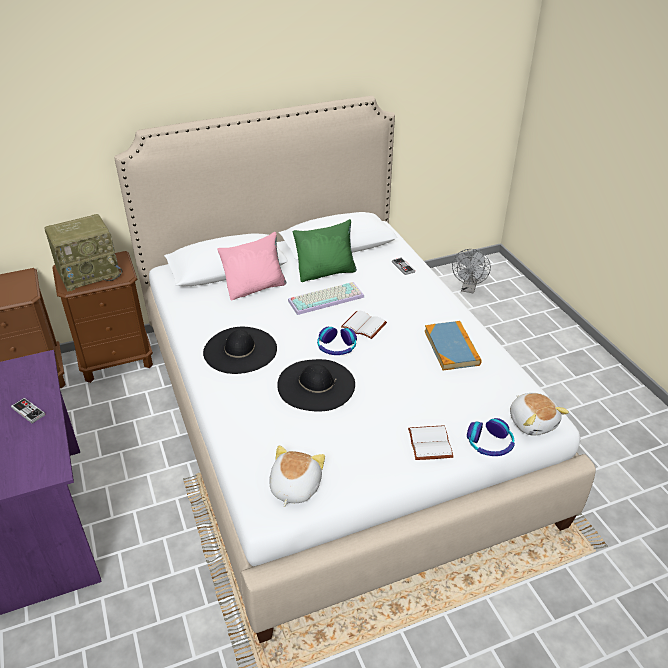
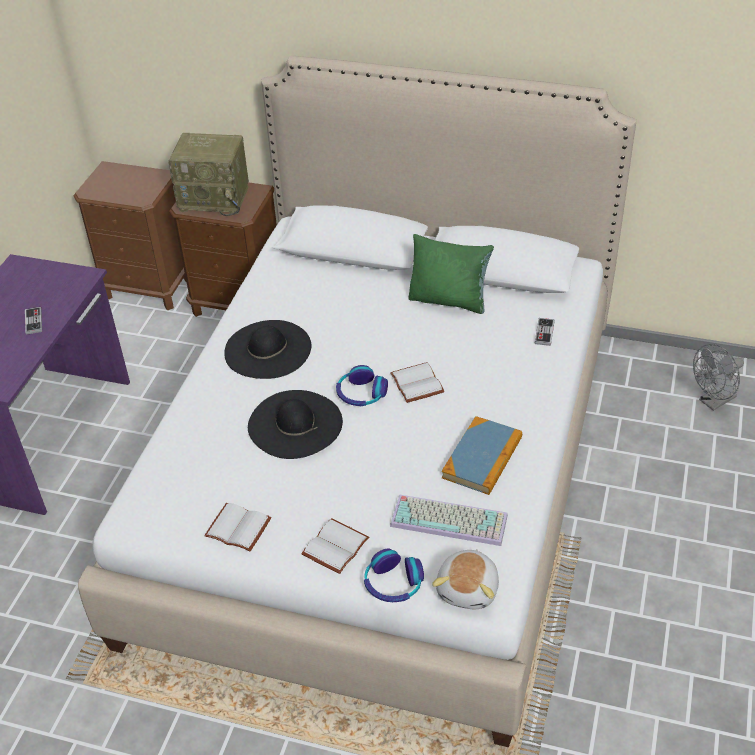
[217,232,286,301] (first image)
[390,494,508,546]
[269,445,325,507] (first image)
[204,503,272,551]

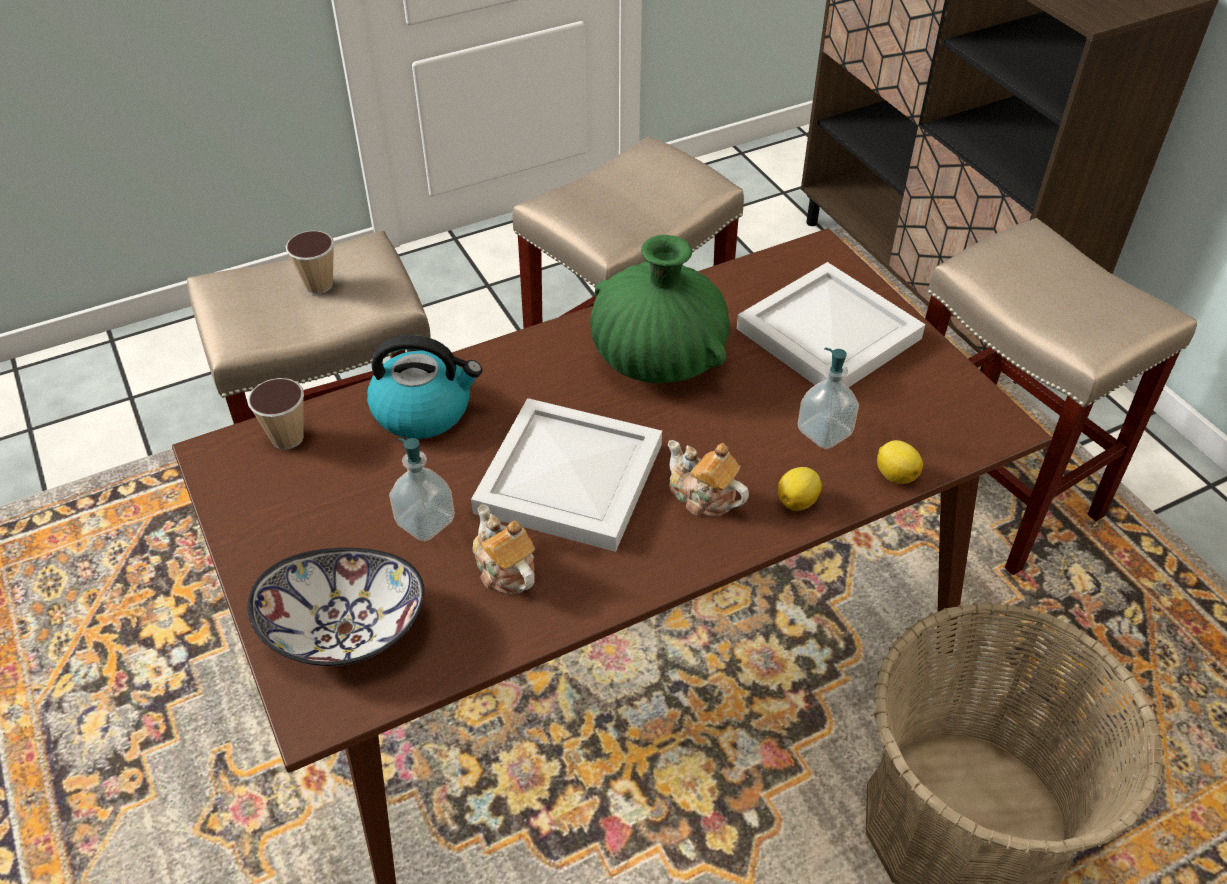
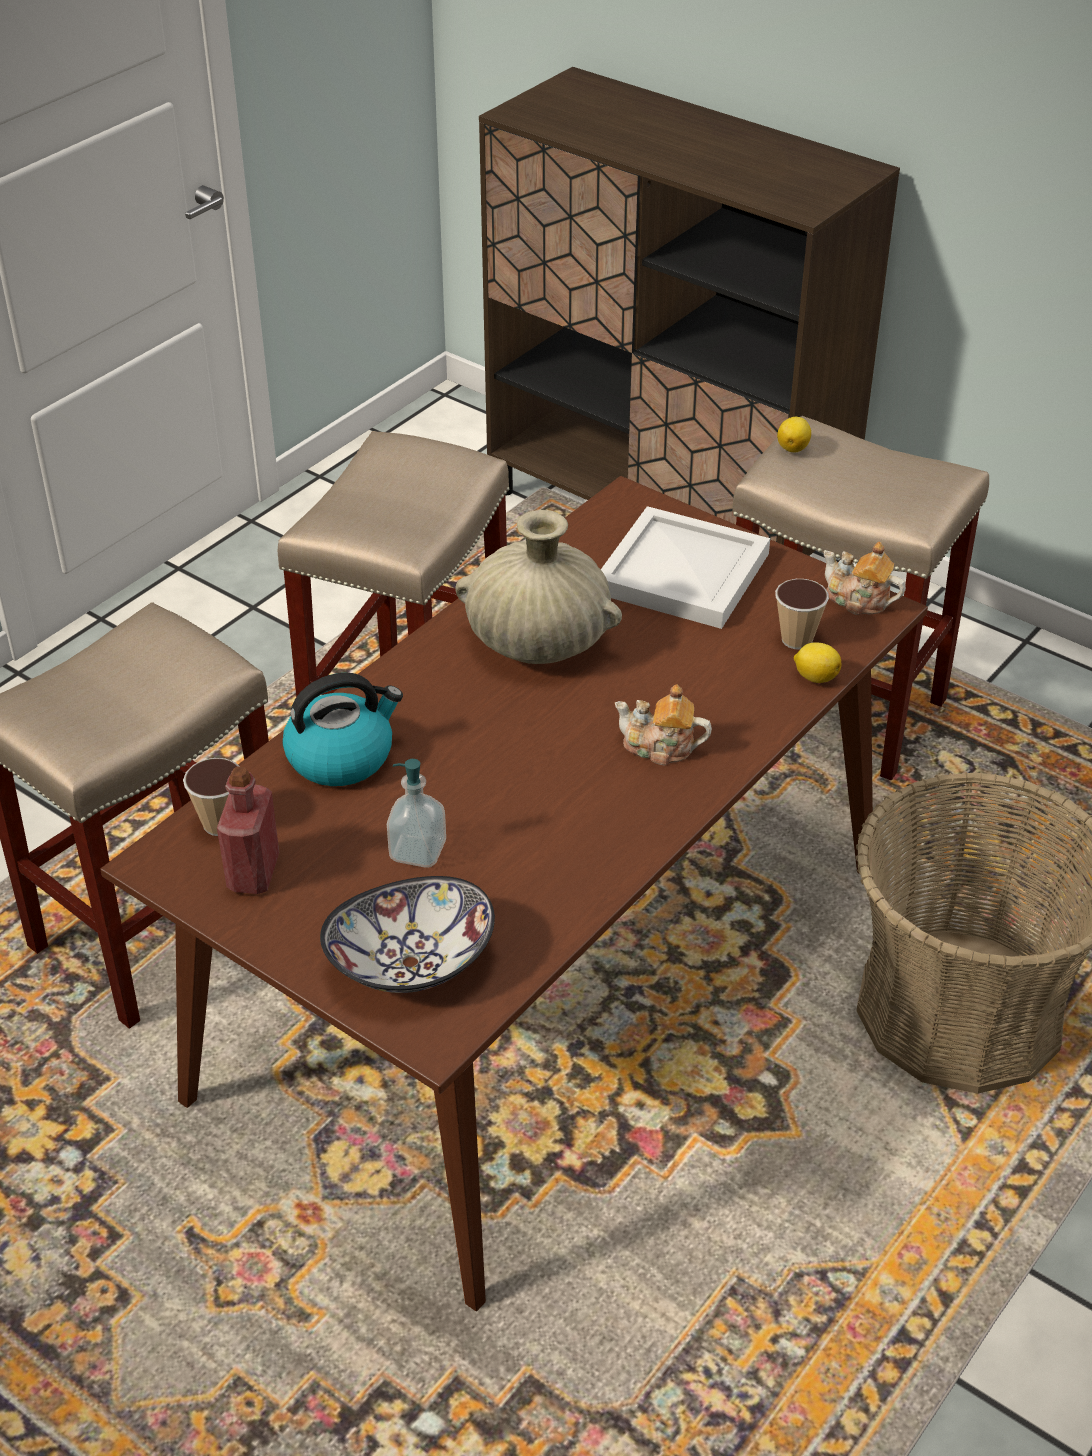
[775,579,829,649]
[455,510,622,664]
[798,347,859,449] (first image)
[471,398,662,552] (first image)
[777,417,811,452]
[824,542,906,615]
[217,767,279,894]

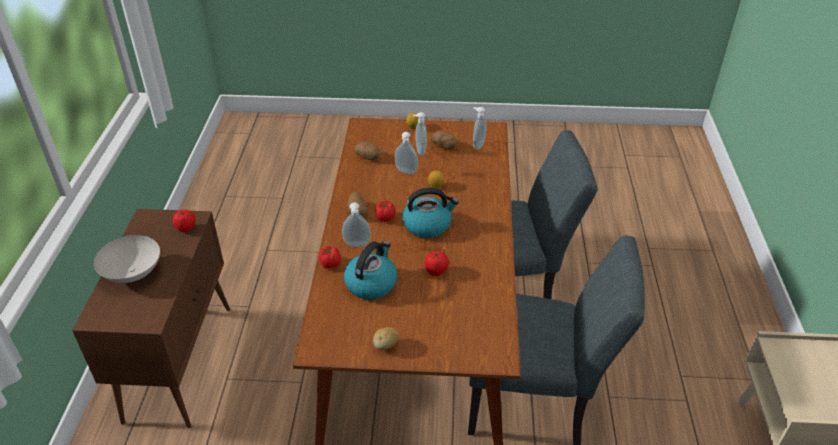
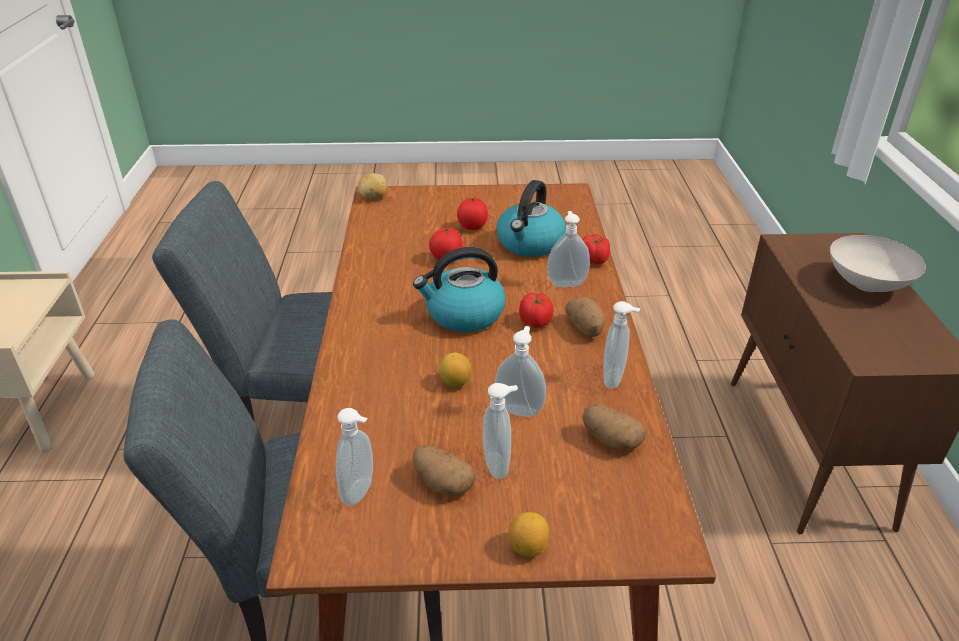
[457,197,488,230]
[358,173,387,199]
[603,301,640,389]

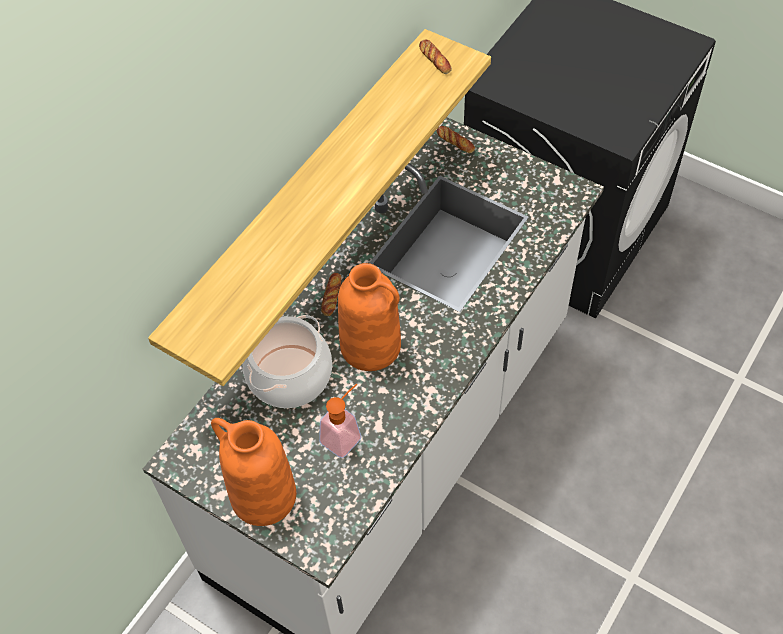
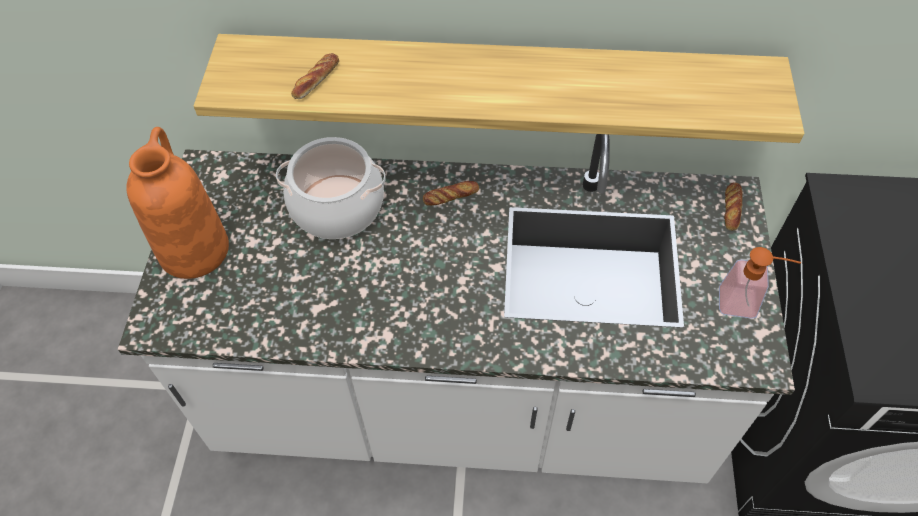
[291,53,339,99]
[338,263,401,371] (first image)
[719,247,802,319]

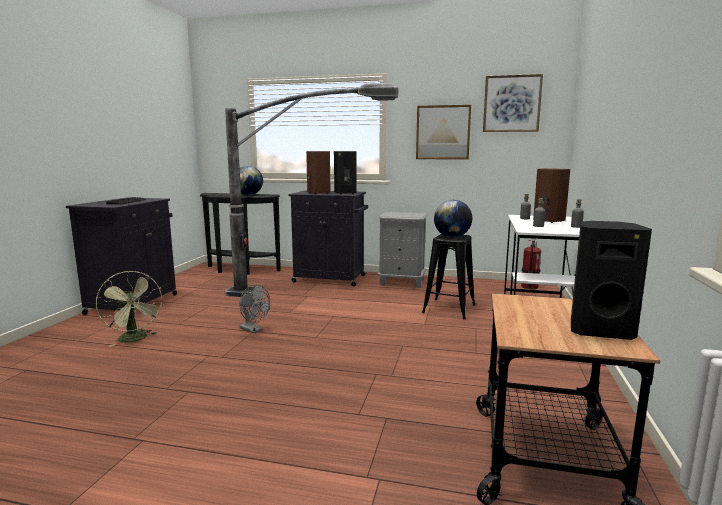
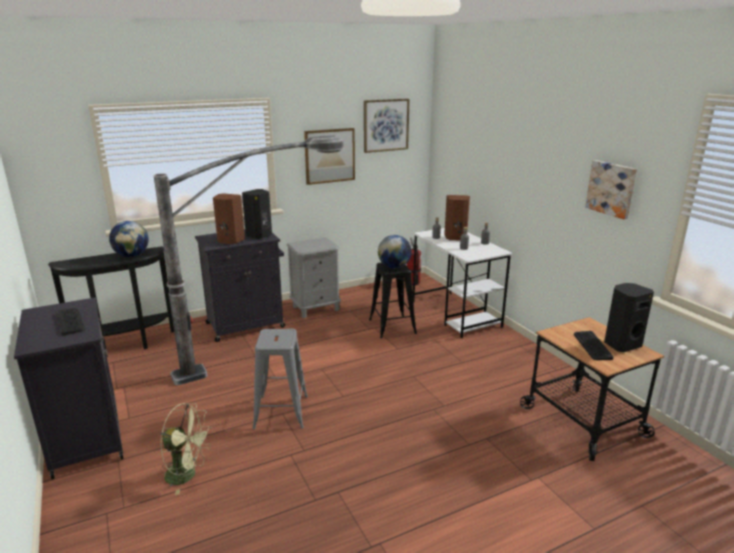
[252,329,308,429]
[585,160,637,219]
[574,331,614,360]

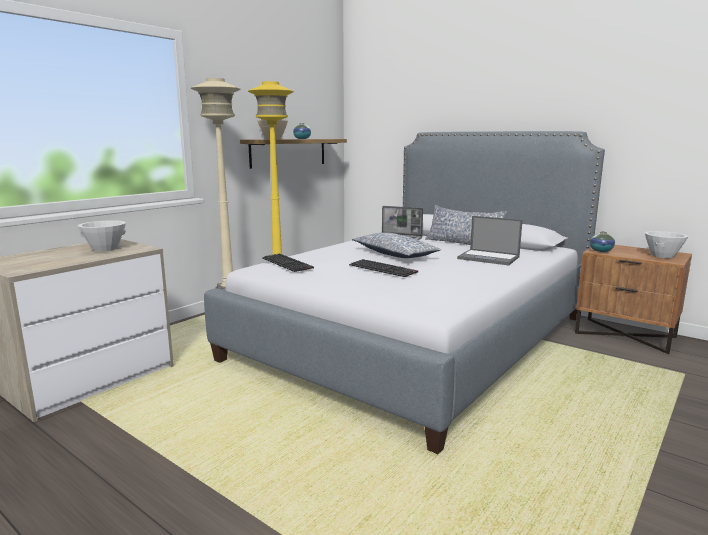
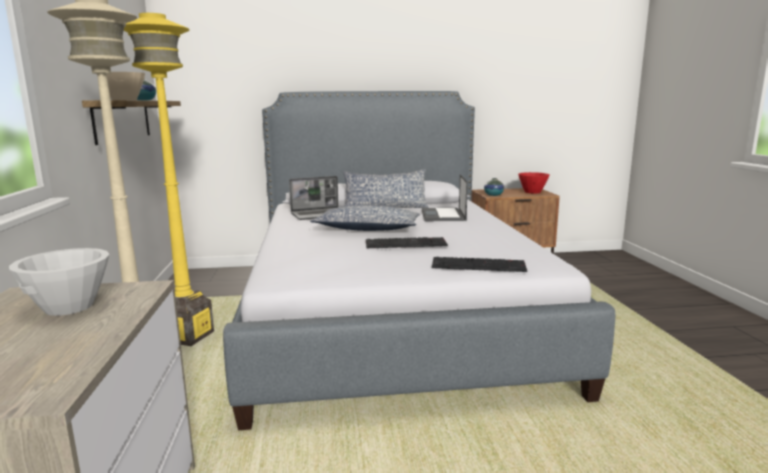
[422,174,468,221]
[518,172,550,194]
[432,257,527,272]

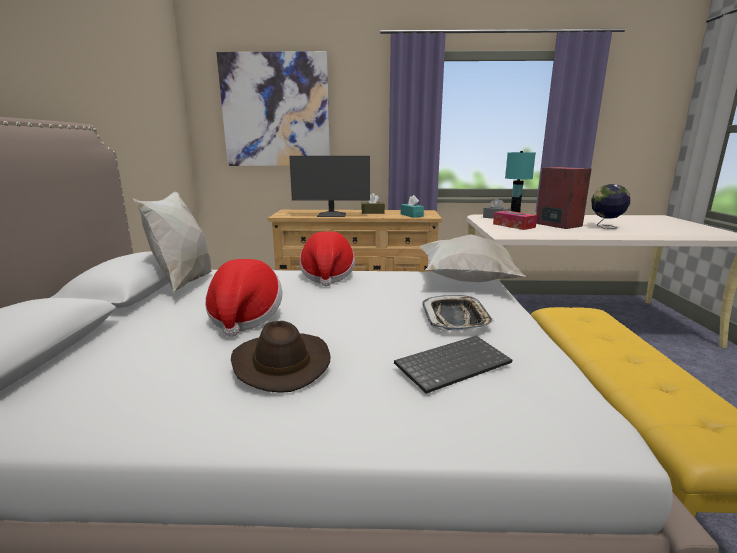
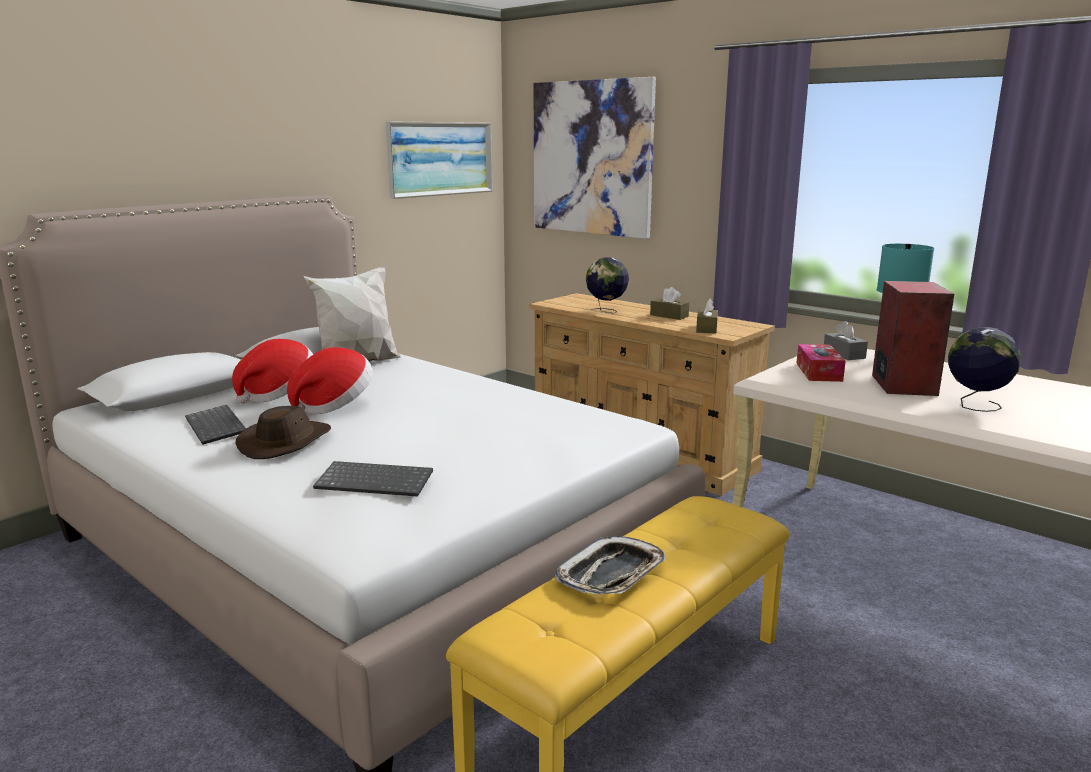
[586,257,629,314]
[696,298,718,334]
[232,339,313,404]
[420,234,526,282] (first image)
[555,536,666,594]
[386,121,493,199]
[185,405,246,445]

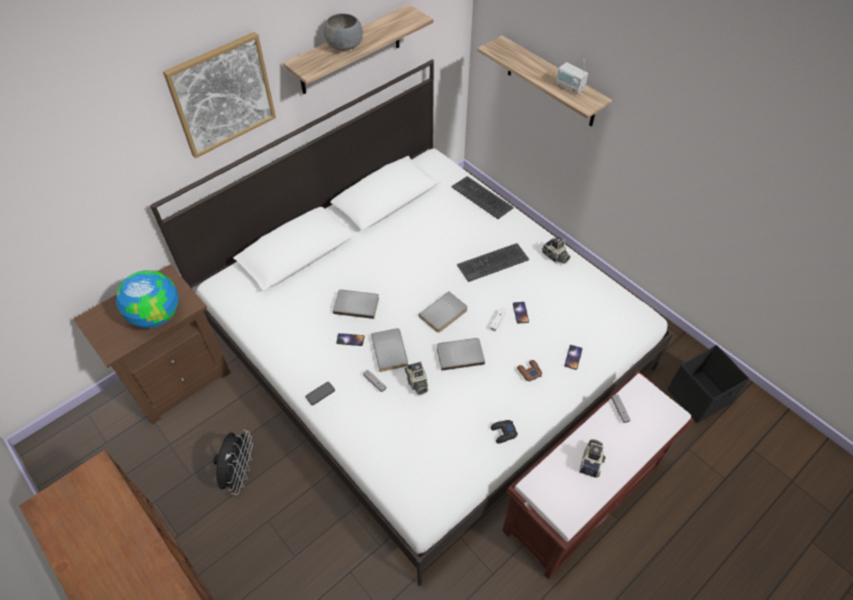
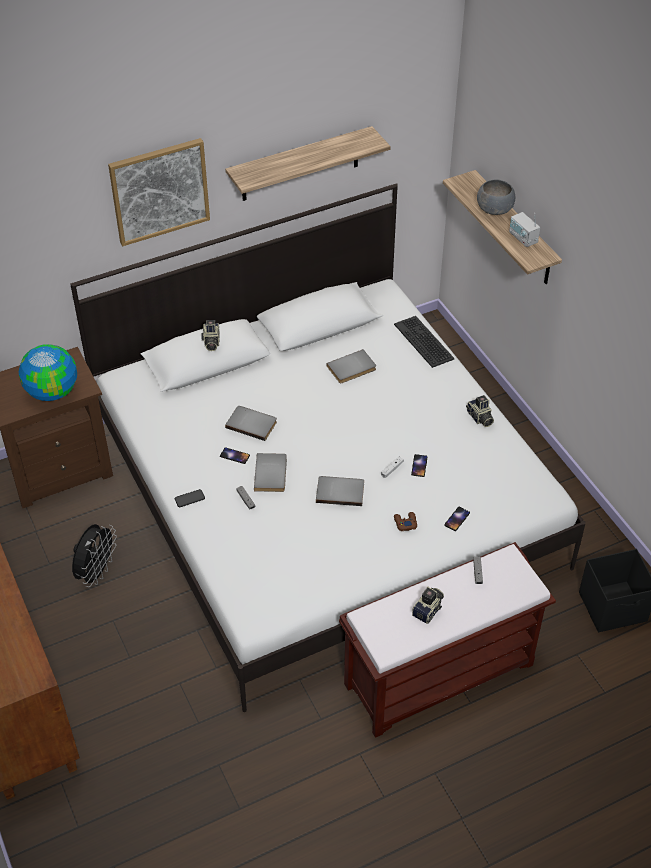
[477,180,515,215]
[457,243,529,282] (first image)
[327,349,376,383]
[201,320,220,351]
[491,420,518,444] (first image)

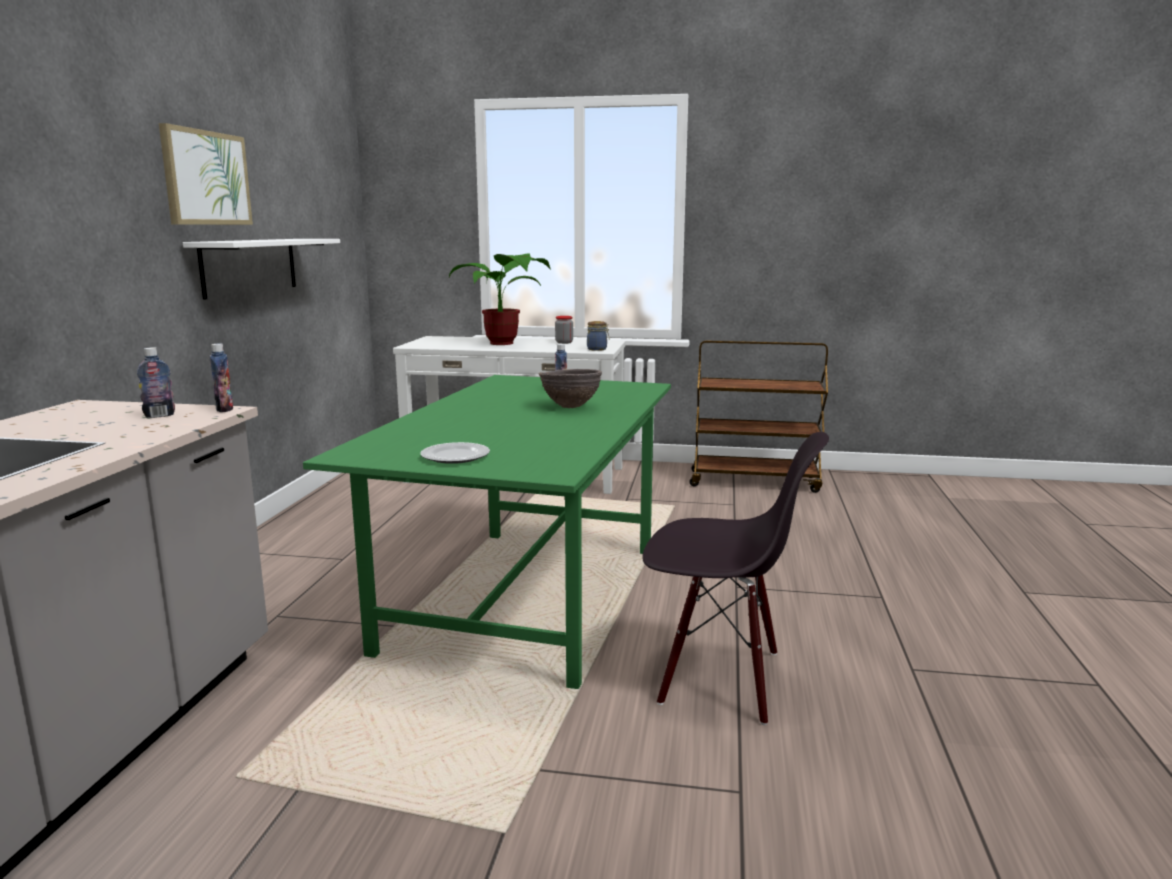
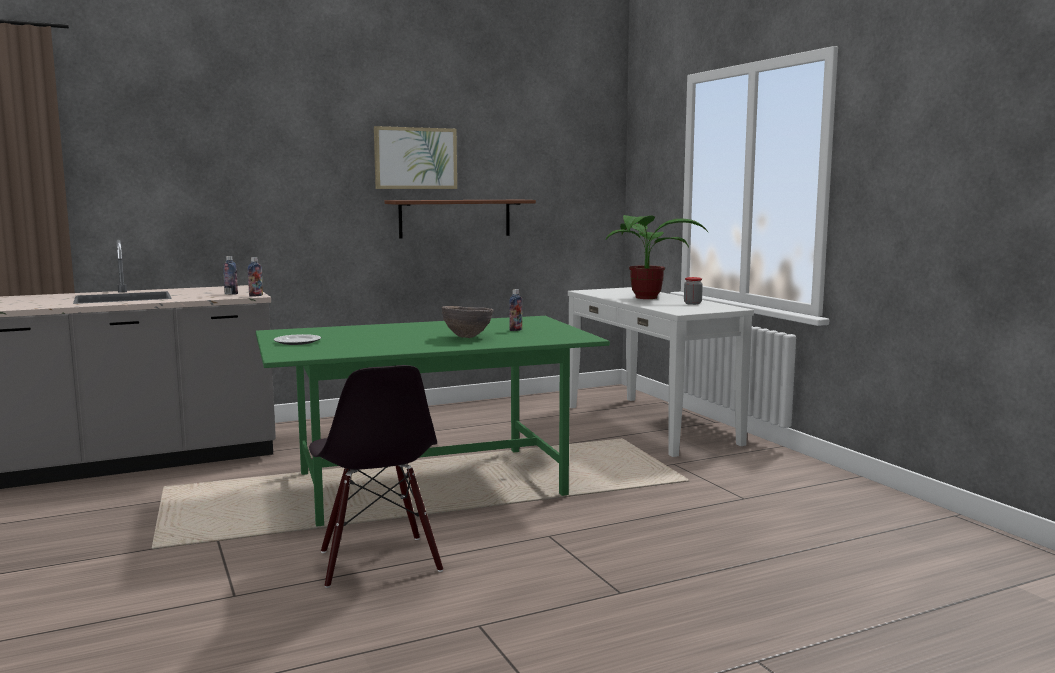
[384,200,536,238]
[587,321,609,351] (first image)
[689,340,828,493] (first image)

